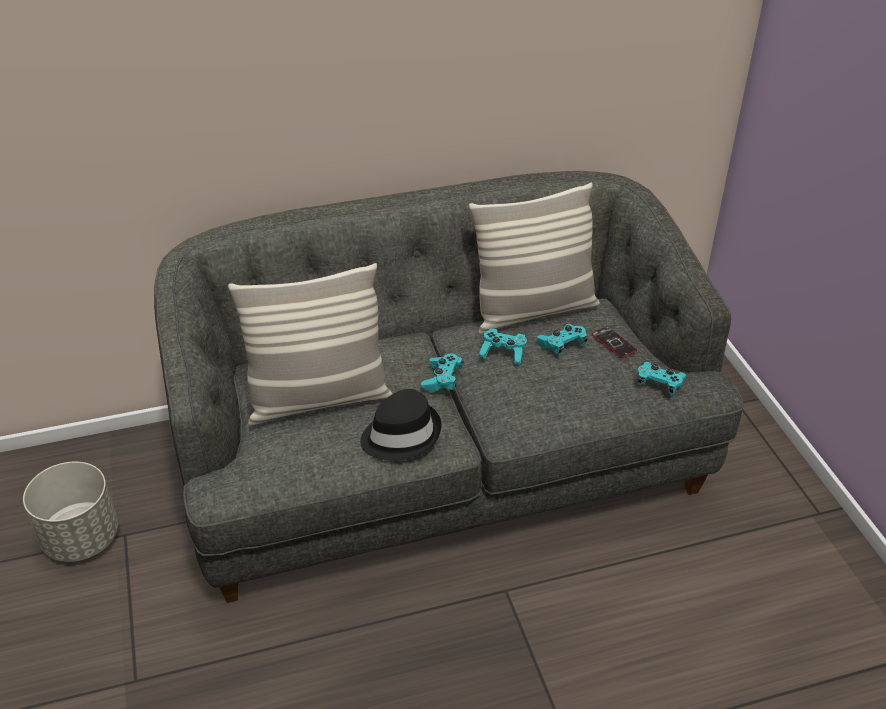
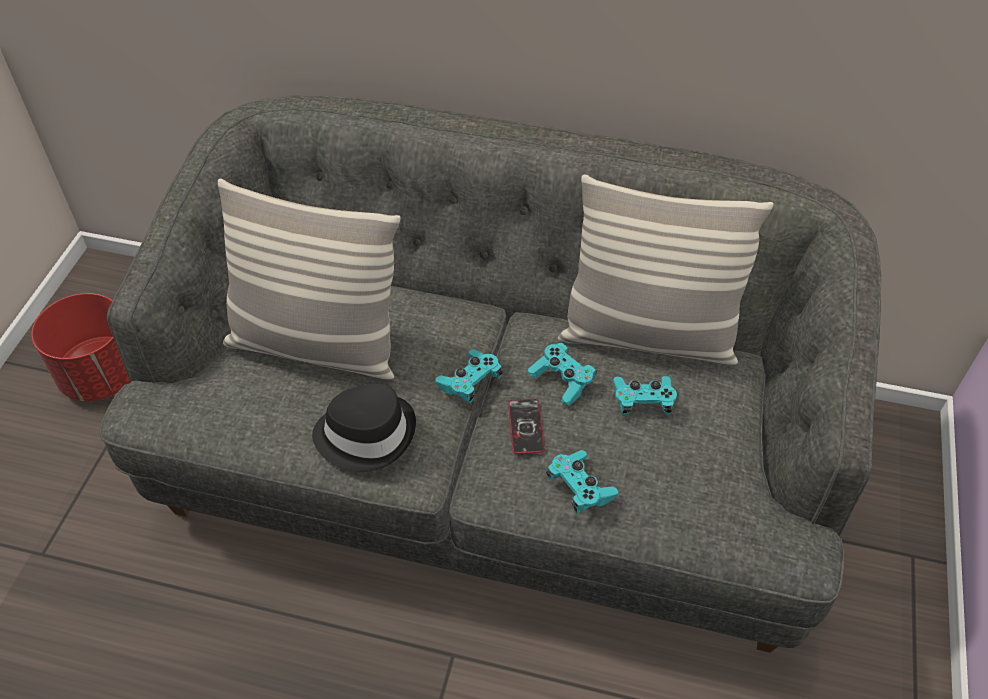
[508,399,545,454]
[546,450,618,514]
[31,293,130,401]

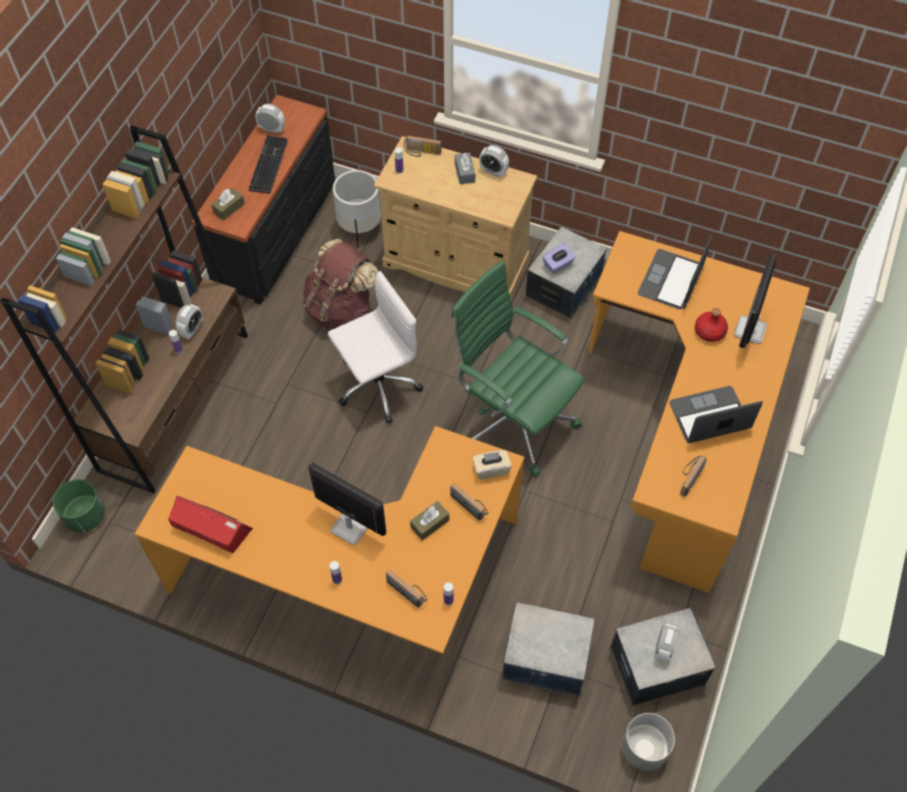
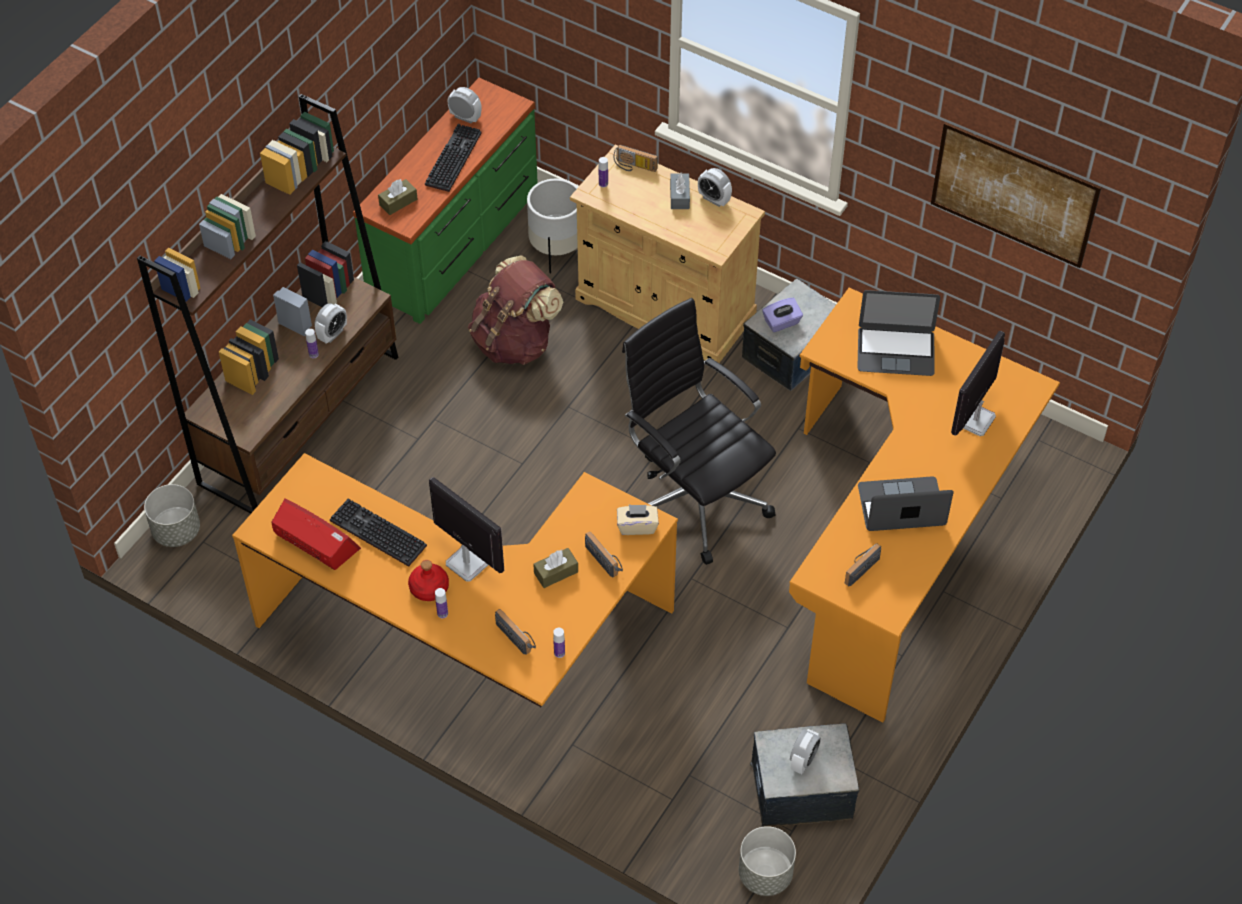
[353,78,538,324]
[857,290,940,376]
[622,298,776,565]
[328,271,423,424] (first image)
[408,560,449,601]
[144,484,200,547]
[503,602,595,696] (first image)
[931,122,1101,268]
[330,499,427,567]

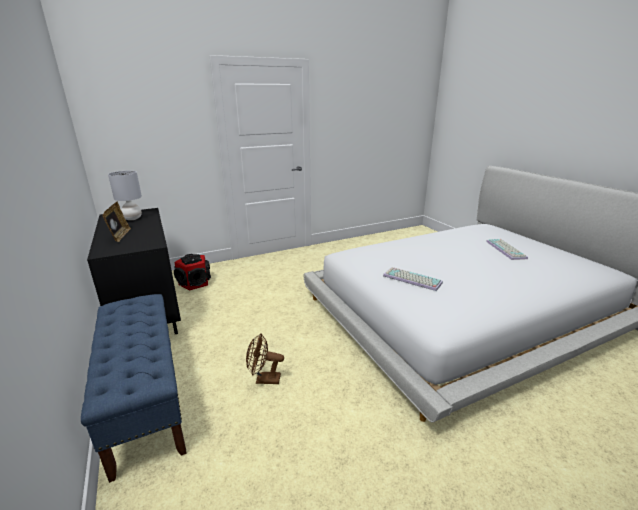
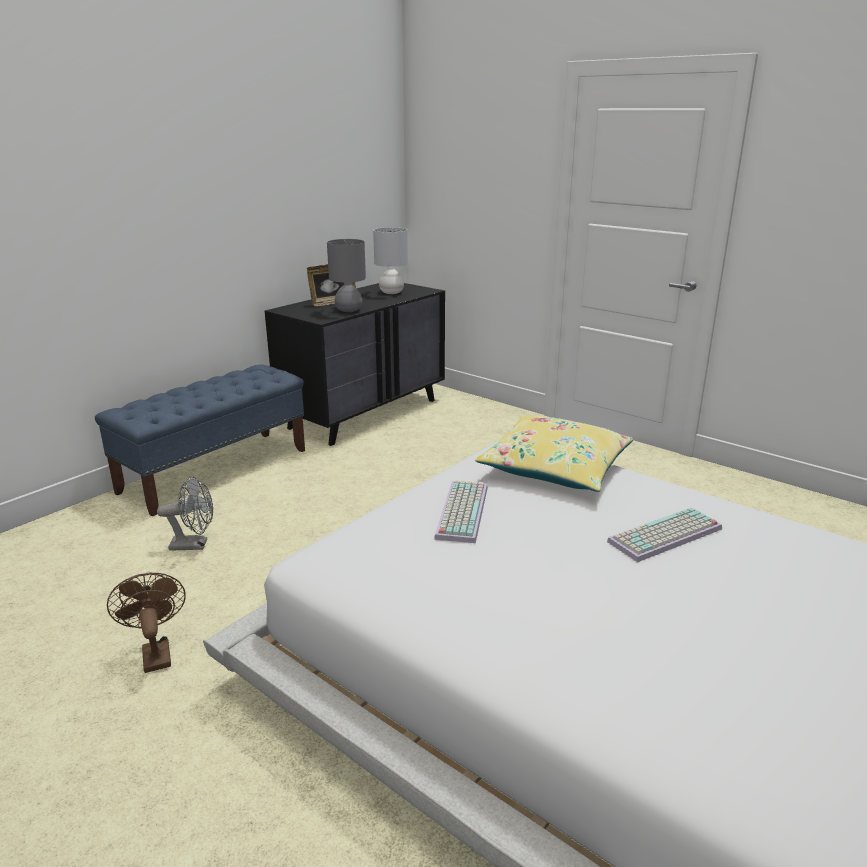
[607,508,722,562]
[174,254,211,290] (first image)
[107,573,186,673]
[327,239,366,312]
[475,415,633,492]
[157,476,213,551]

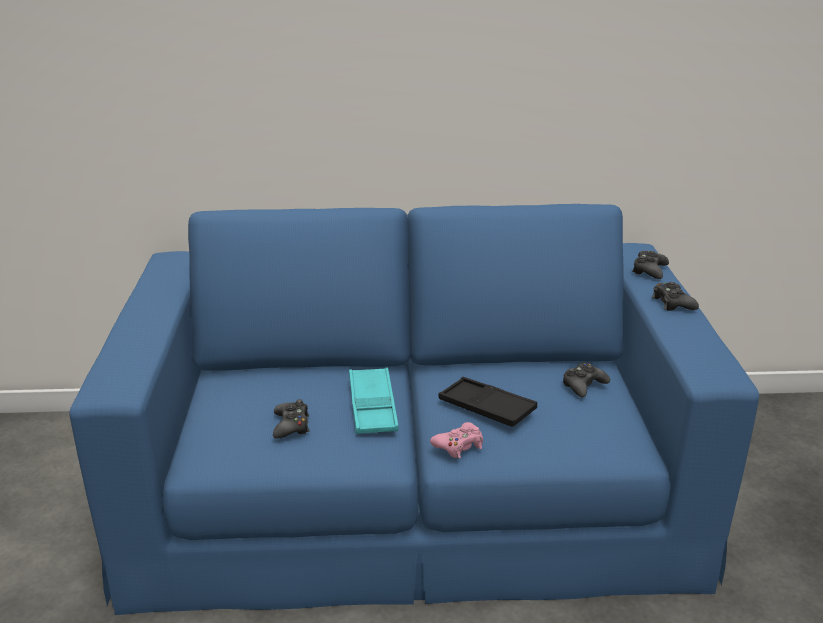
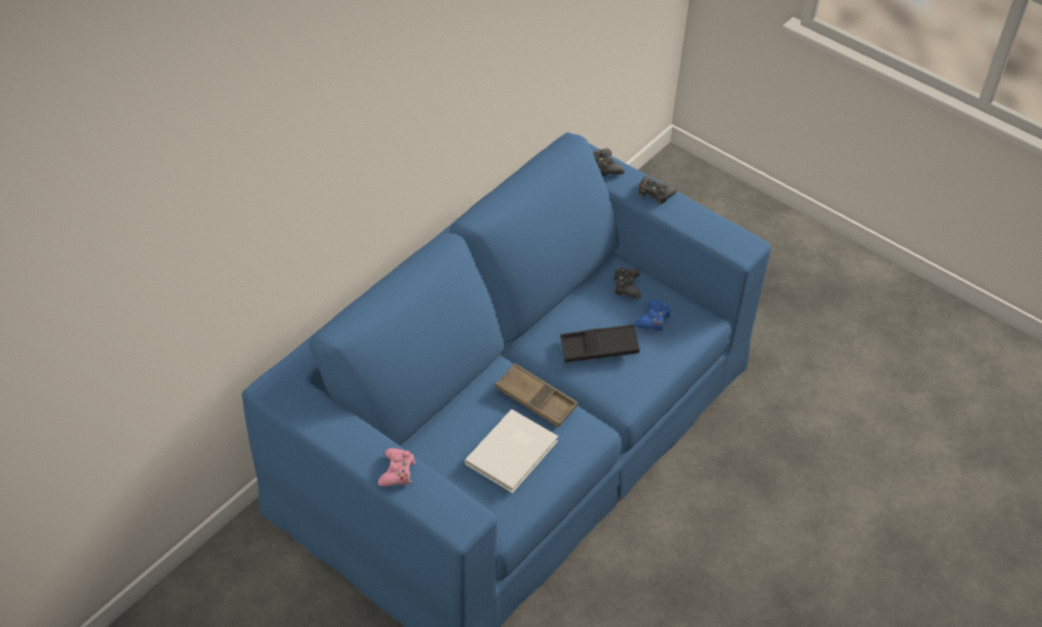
[495,363,578,428]
[464,409,558,493]
[378,448,415,486]
[635,300,671,331]

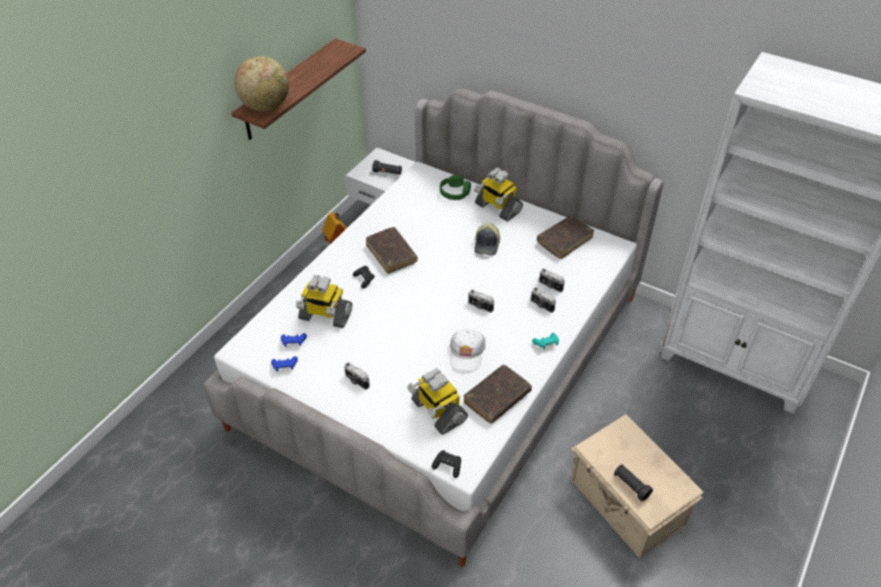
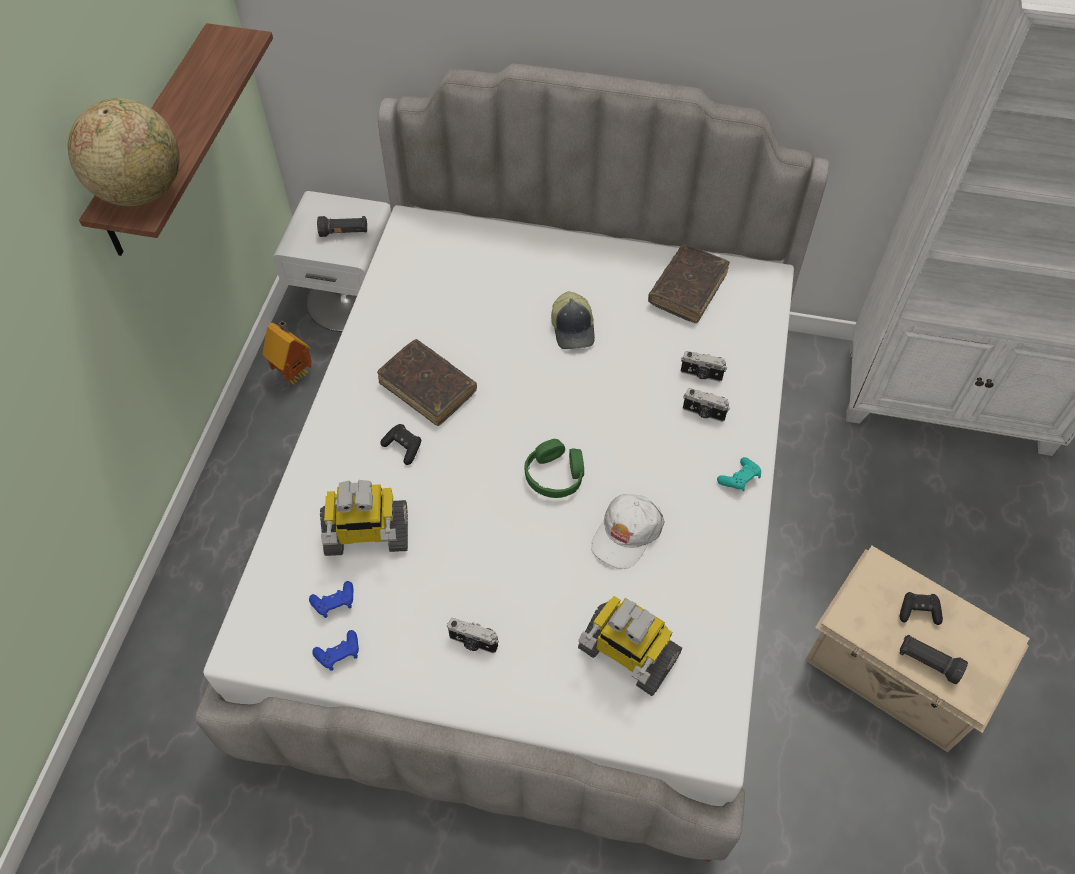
[474,168,523,222] (first image)
[524,439,584,498]
[468,290,494,313] (first image)
[591,494,665,569]
[464,365,532,424] (first image)
[900,592,943,625]

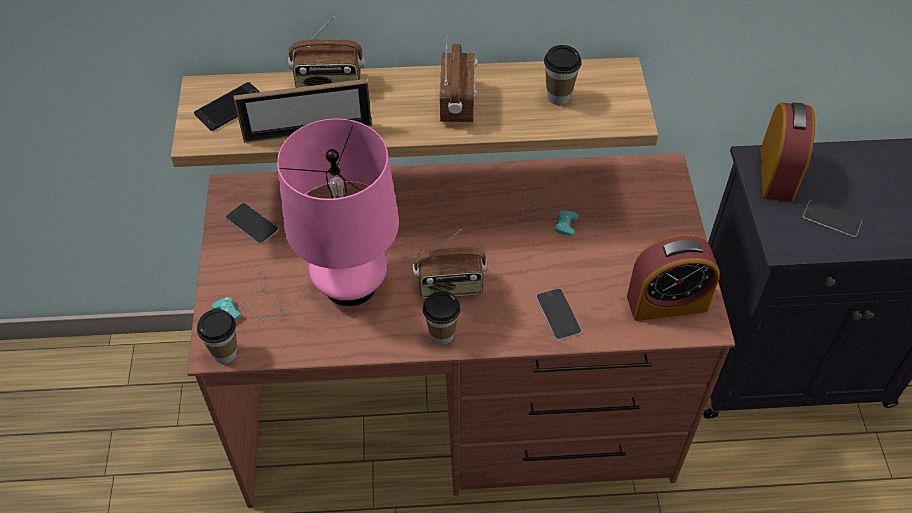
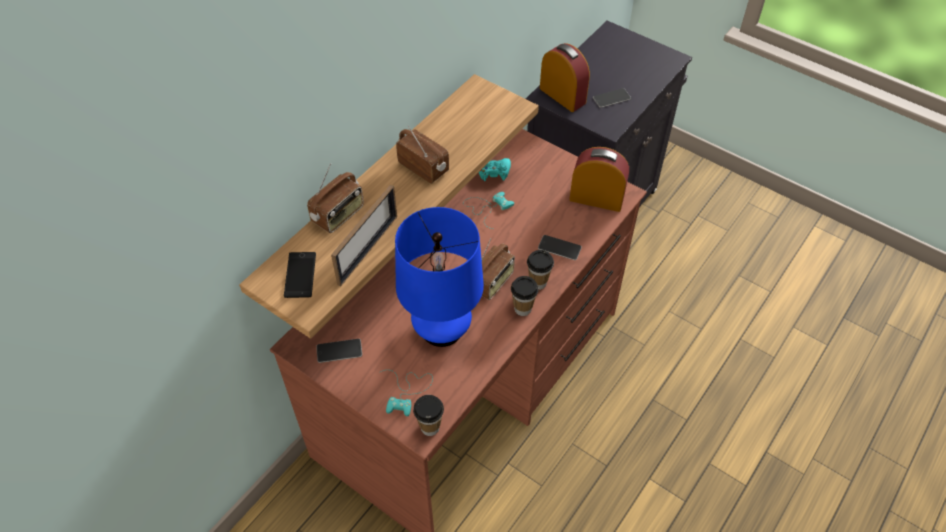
[527,250,554,290]
[395,207,484,347]
[569,147,629,212]
[479,158,511,181]

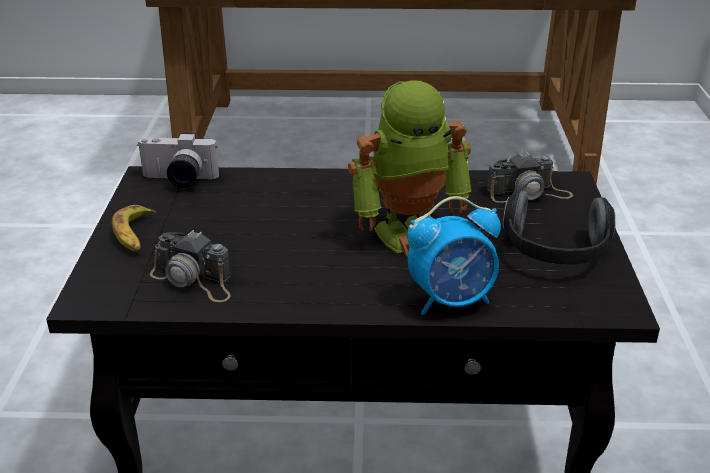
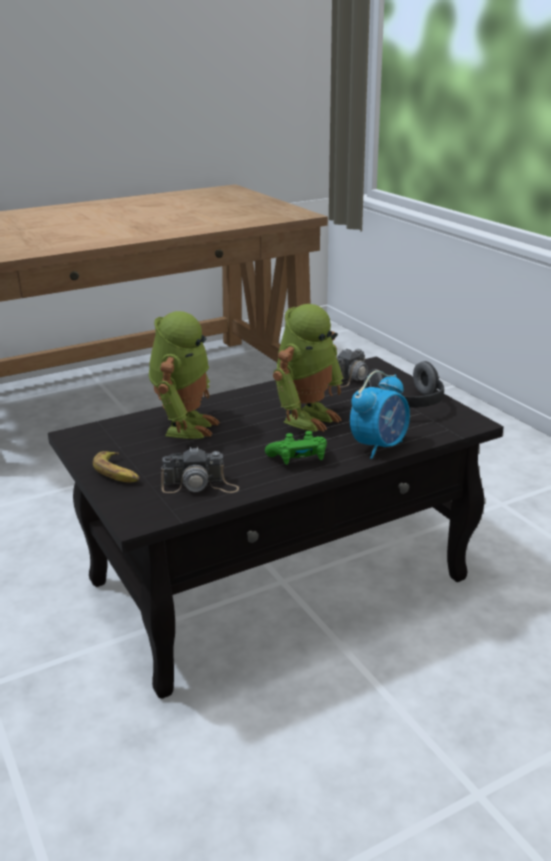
[137,133,219,188] (first image)
[149,311,220,439]
[265,431,327,465]

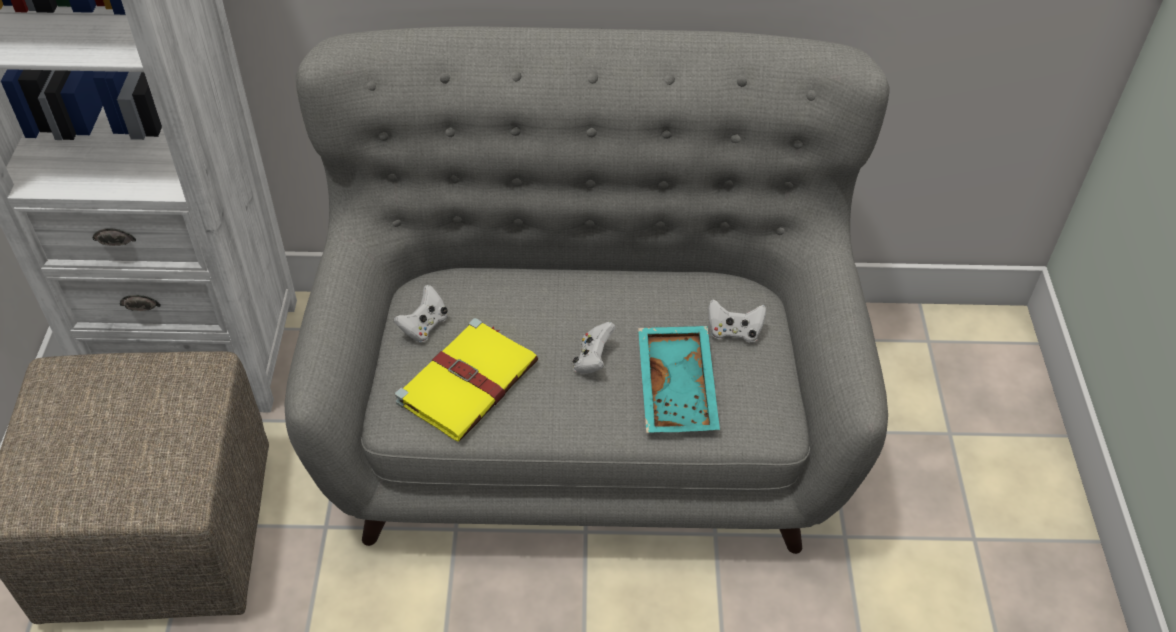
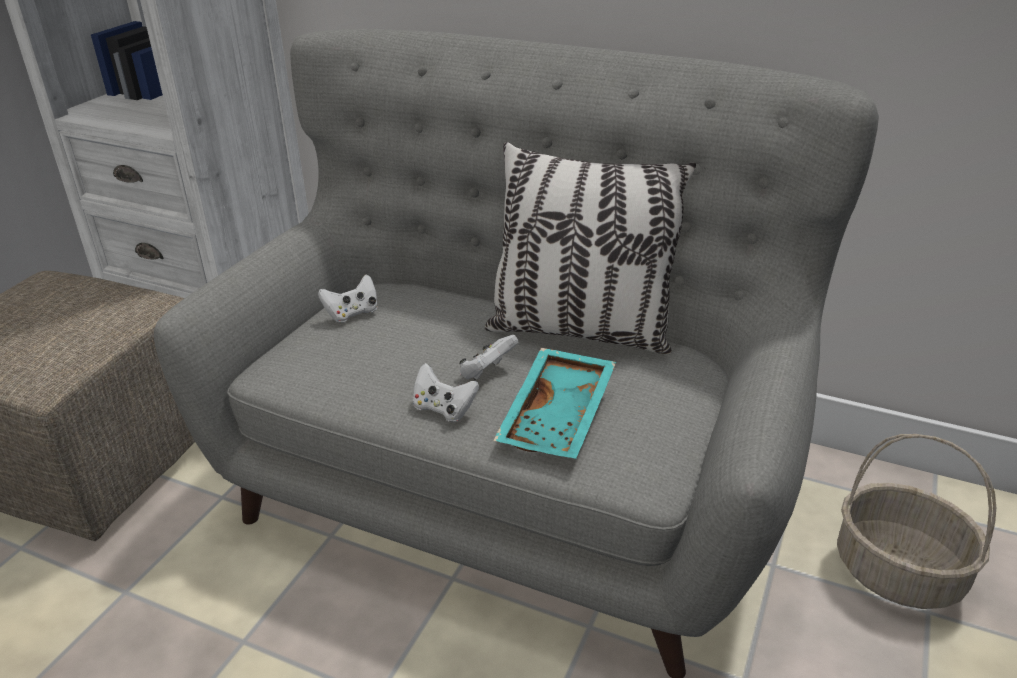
[413,363,479,422]
[395,318,538,442] (first image)
[485,142,696,355]
[837,434,996,609]

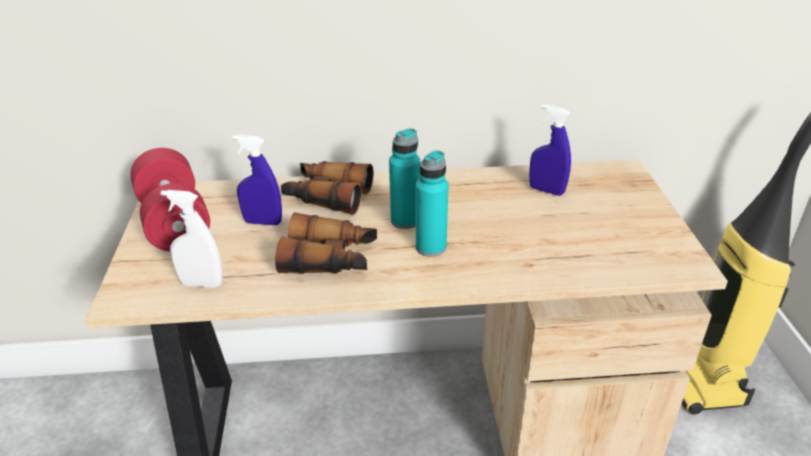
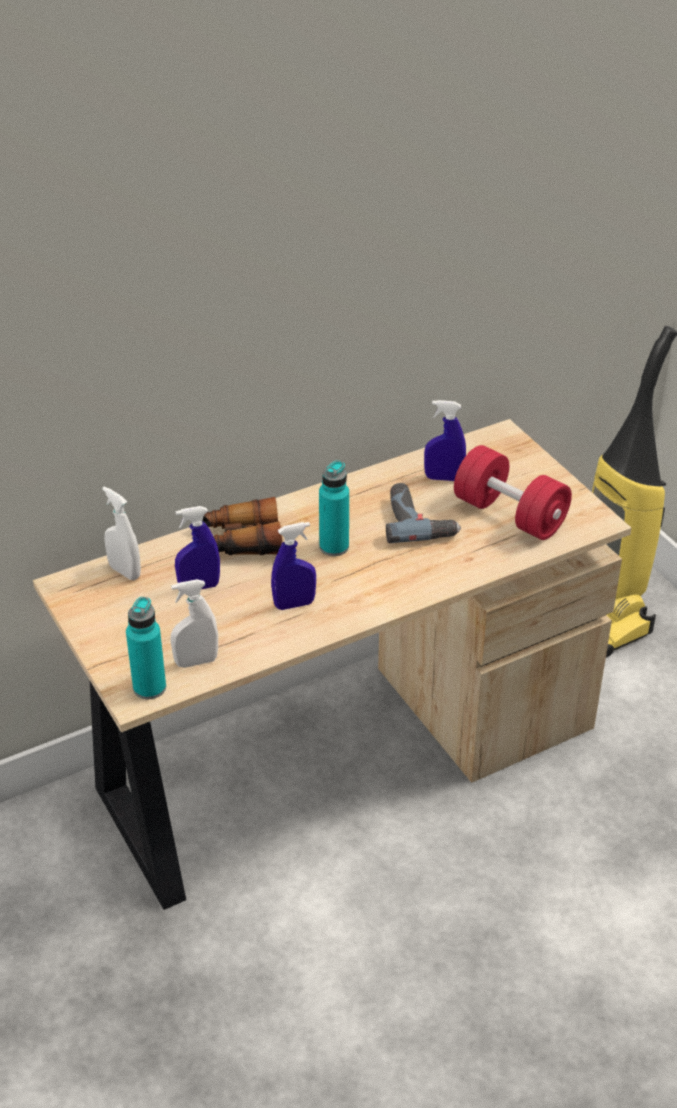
[454,445,572,540]
[126,597,166,699]
[271,522,316,610]
[386,483,461,543]
[102,486,141,580]

